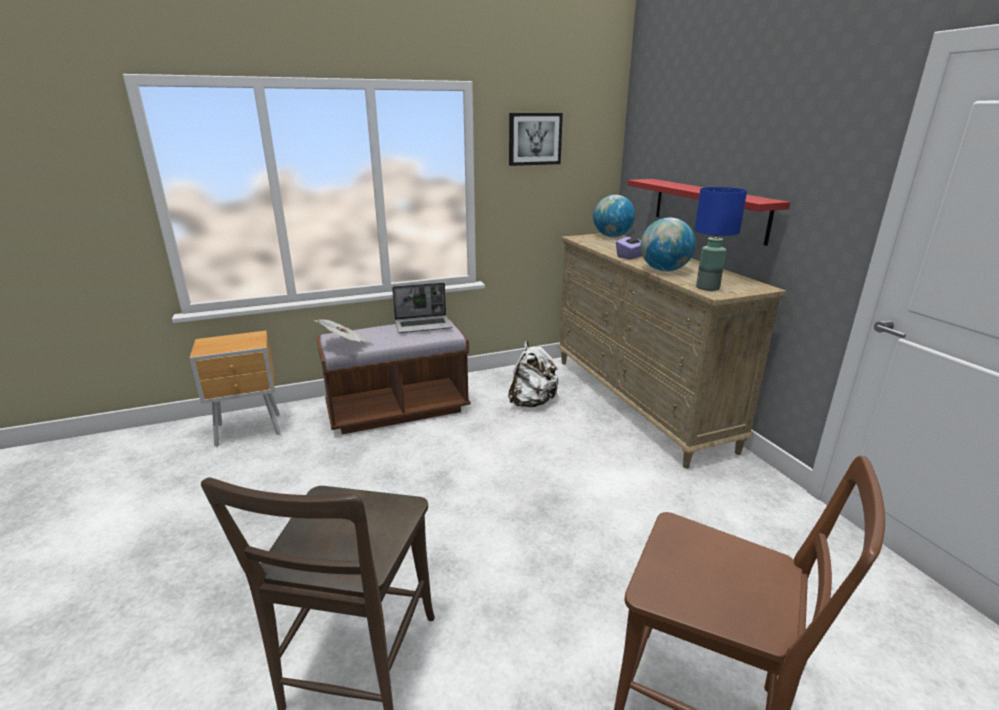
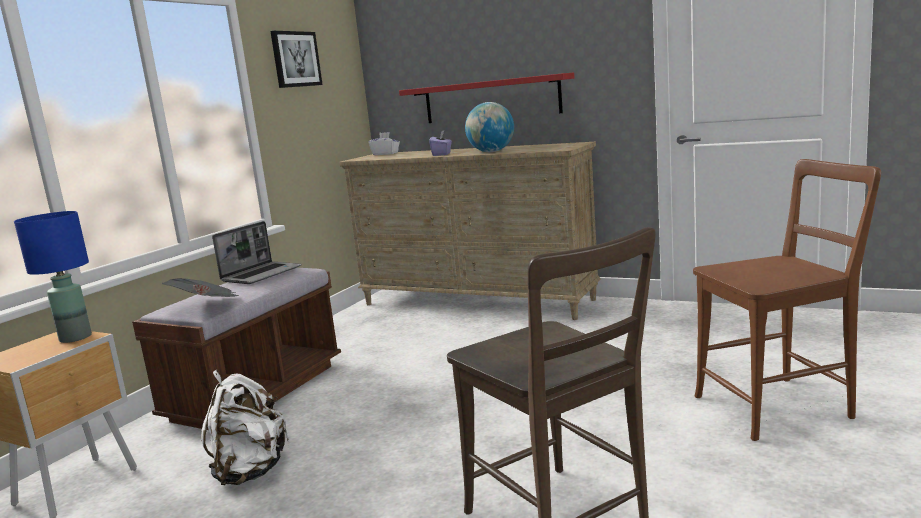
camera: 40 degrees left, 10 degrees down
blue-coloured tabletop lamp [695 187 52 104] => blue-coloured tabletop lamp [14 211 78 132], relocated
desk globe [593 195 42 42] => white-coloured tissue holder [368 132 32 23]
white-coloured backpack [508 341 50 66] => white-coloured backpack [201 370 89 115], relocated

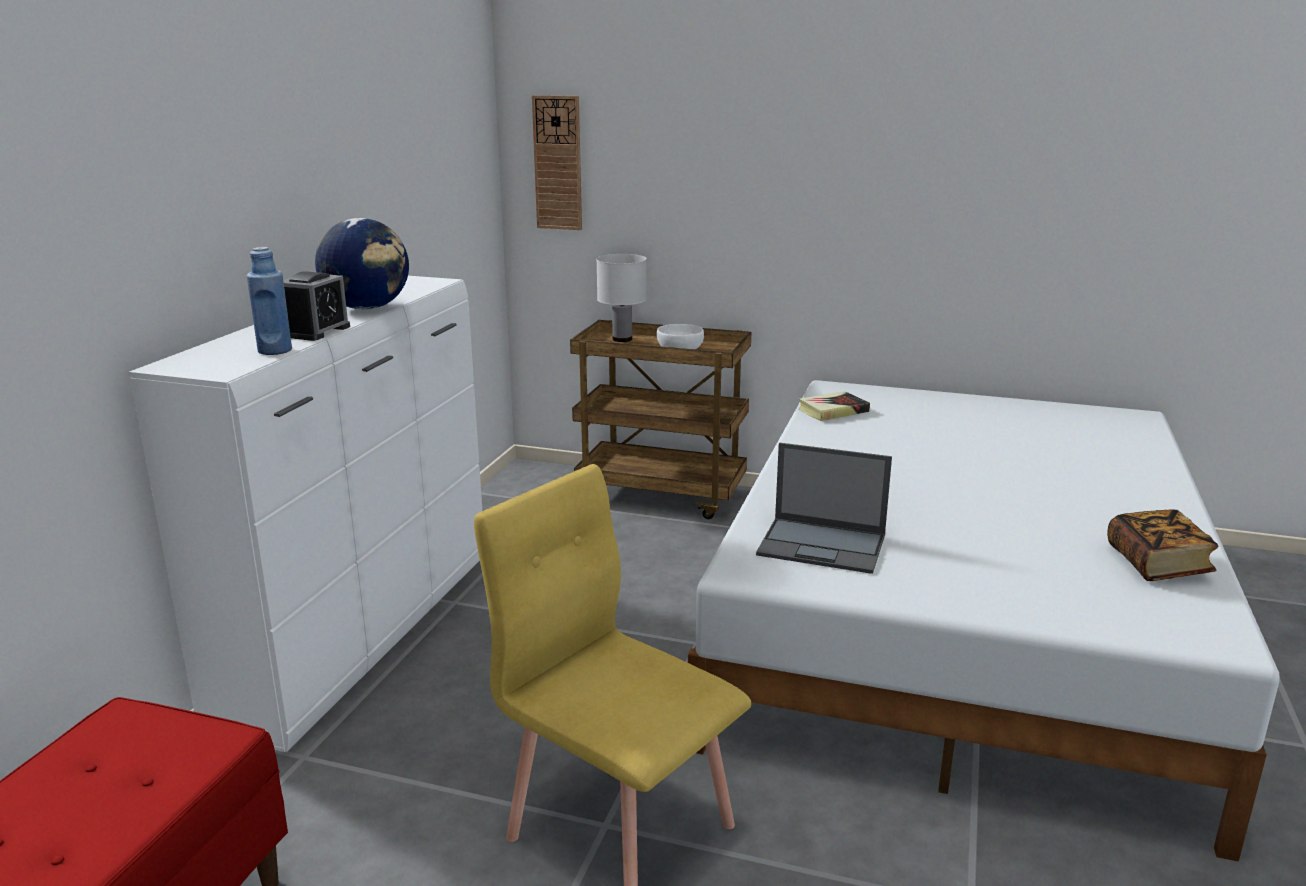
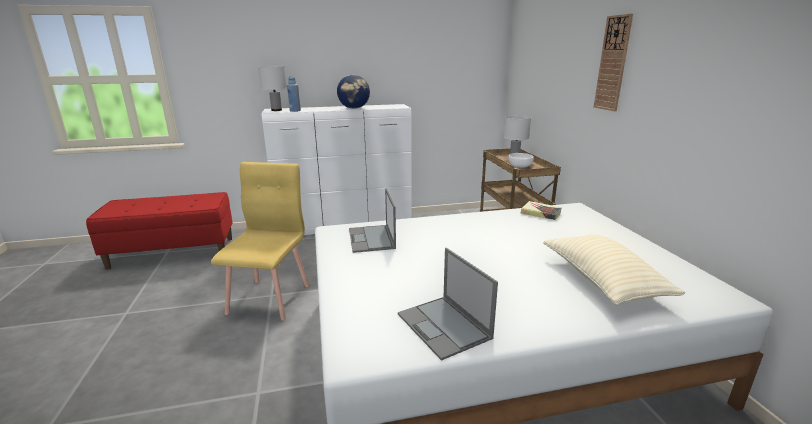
camera: 60 degrees right, 0 degrees up
hanging clock [532 95 50 135] => hanging clock [594 13 39 98], relocated
alarm clock [283 271 67 70] => nothing
book [1107 510 112 71] => portable computer [398 248 100 113]
nothing => white-coloured tabletop lamp [258 66 29 45]
nothing => beige throw pillow [543 234 142 71]

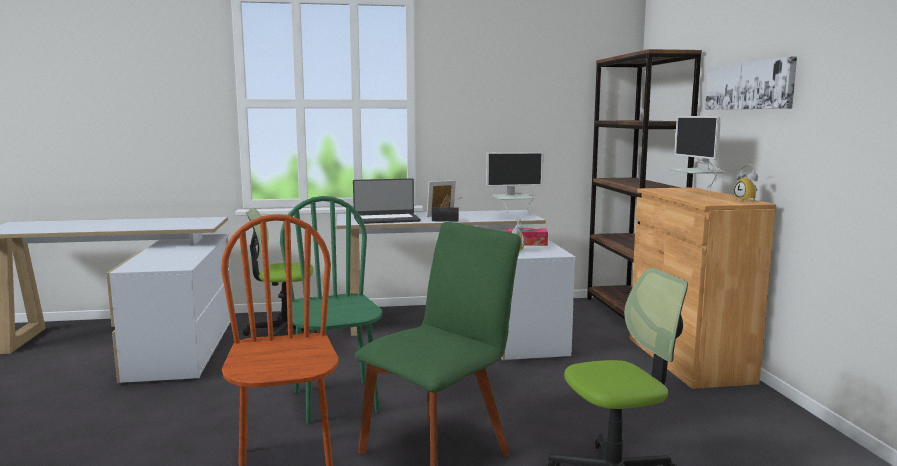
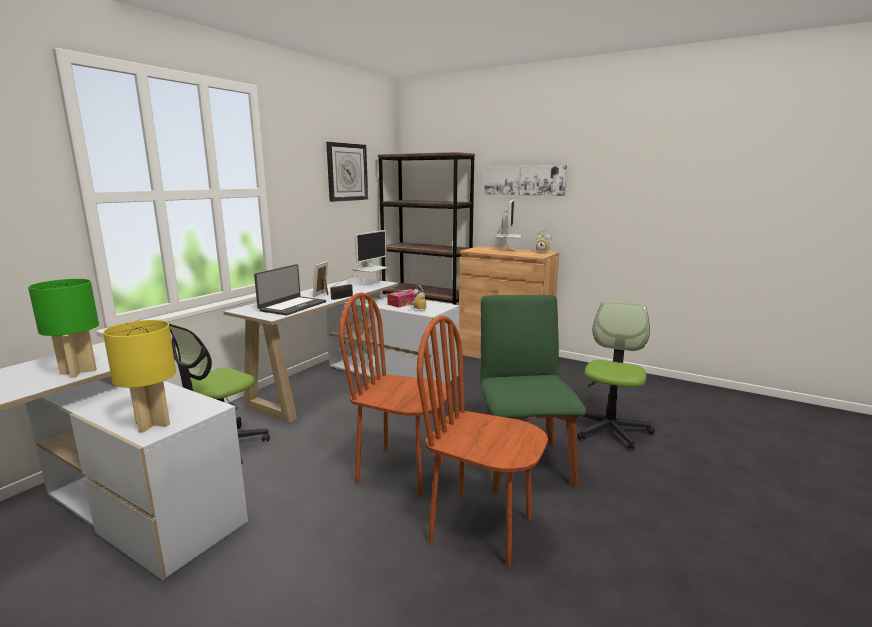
camera: 50 degrees left, 5 degrees up
computer display [669 116 56 82] => computer display [491 200 30 50], 105 degrees counterclockwise
green chair [280 196 102 227] => brownish chair [339 292 113 205]
nothing => hanging clock [326 142 42 60]
nothing => green tabletop lamp [28 279 71 99]
nothing => yellow tabletop lamp [103 320 73 112]

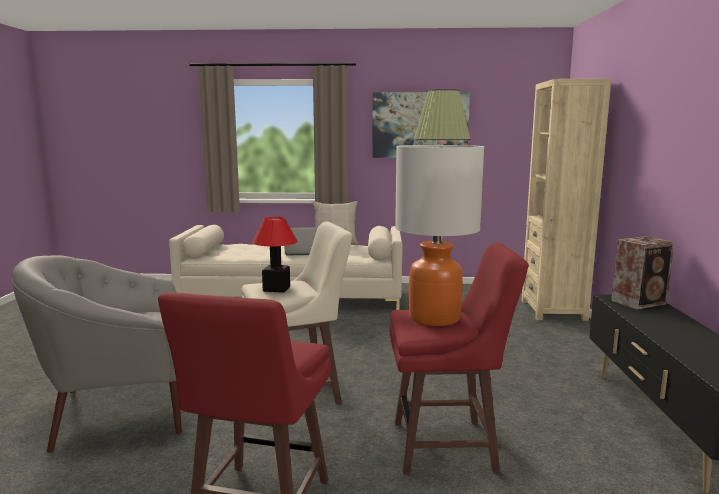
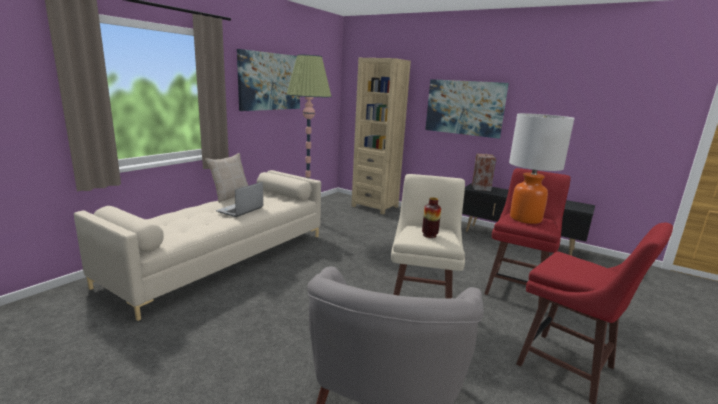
camera: 60 degrees left, 5 degrees up
tabletop lamp [252 217 46 76] => flower vase [422 198 19 40]
nothing => picture [425 79 84 60]

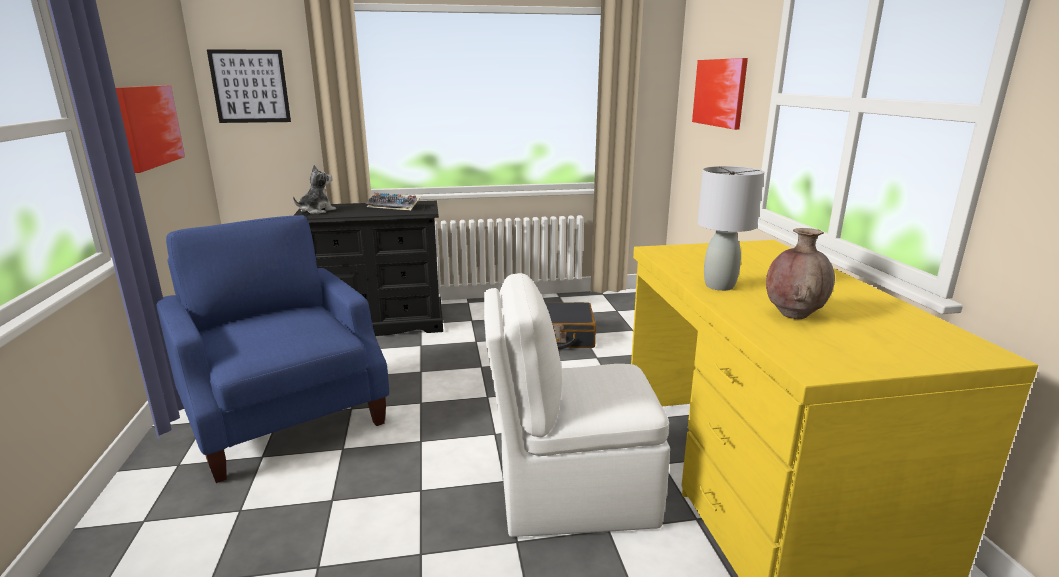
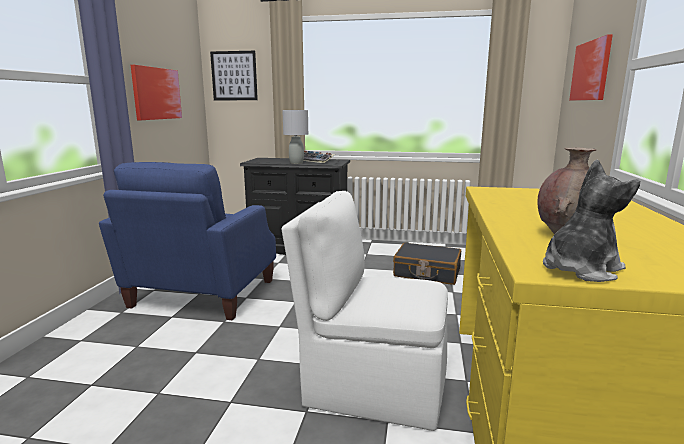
camera: 20 degrees right, 5 degrees down
cuddly toy [293 164 43 50] => cuddly toy [543 159 97 123], relocated
gray tabletop lamp [697 166 67 125] => gray tabletop lamp [282 110 26 54], relocated
blue-coloured easy chair [157 215 232 268] => blue-coloured easy chair [99 162 177 158], 150 degrees counterclockwise

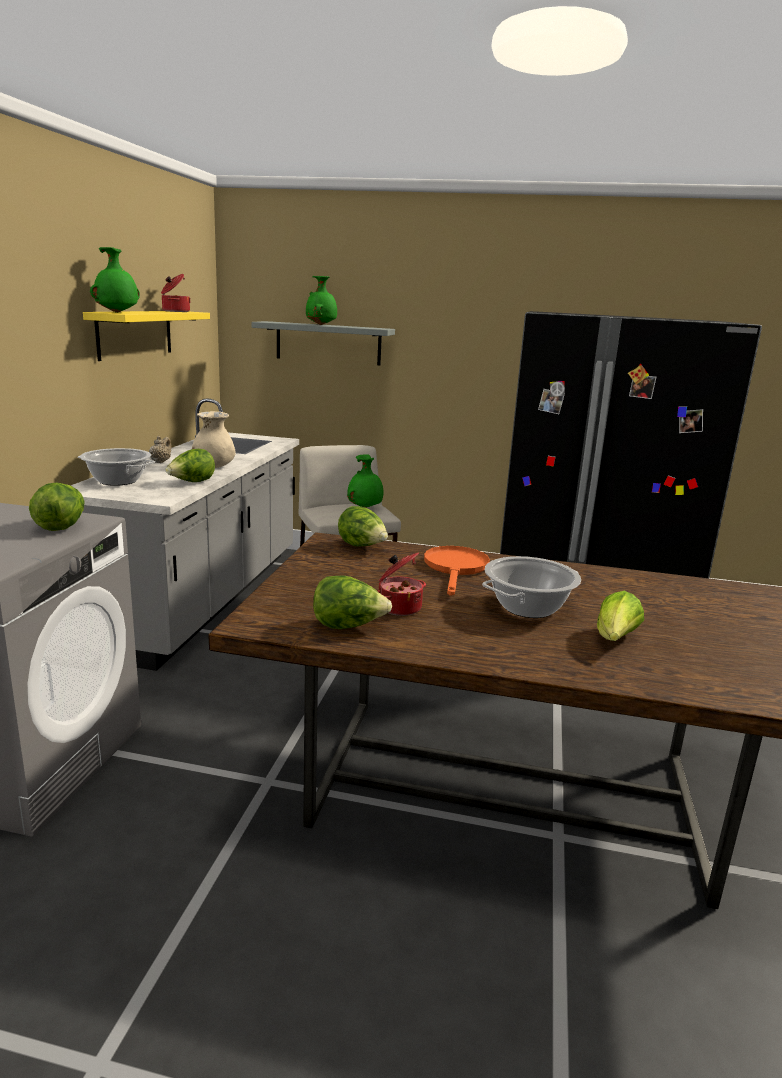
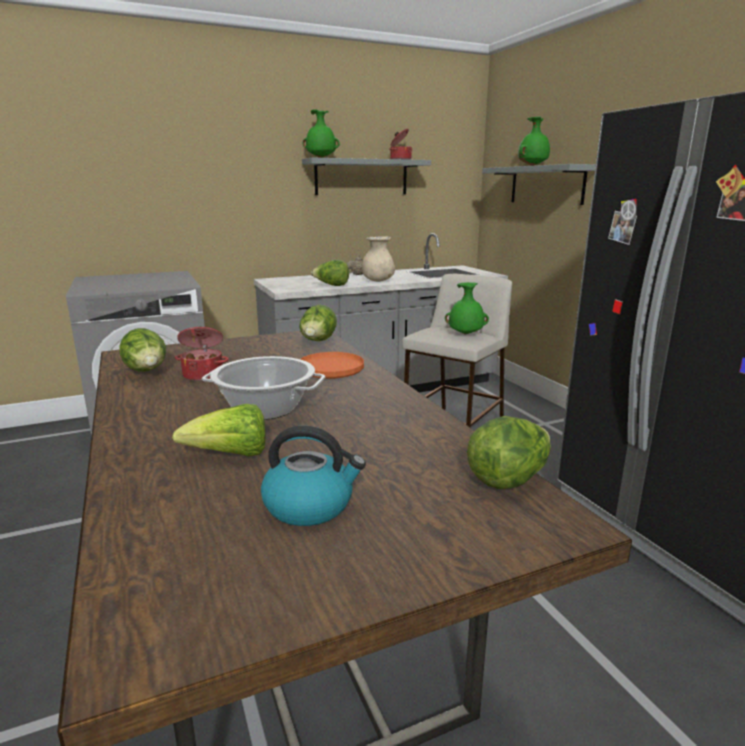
camera: 55 degrees right, 0 degrees up
yellow shelf [83 311 127 50] => gray shelf [302 158 129 37]
saucepot [78 448 77 38] => nothing
lettuce head [29 482 56 49] => lettuce head [467 416 84 73], relocated
nothing => kettle [261 426 105 100]

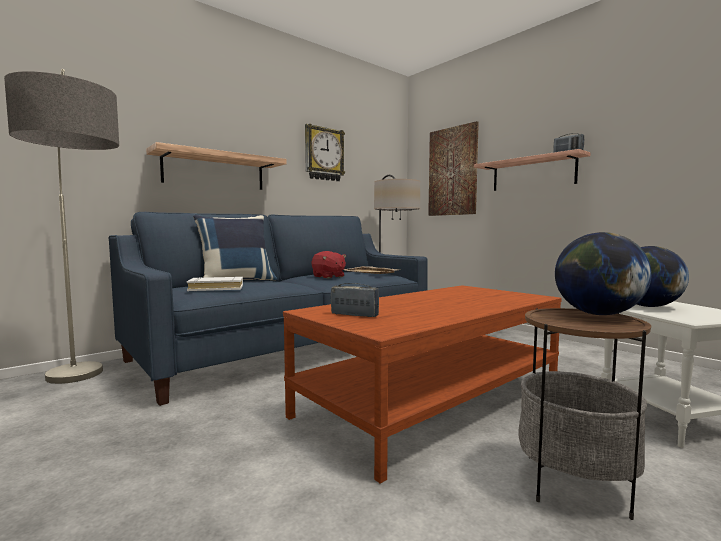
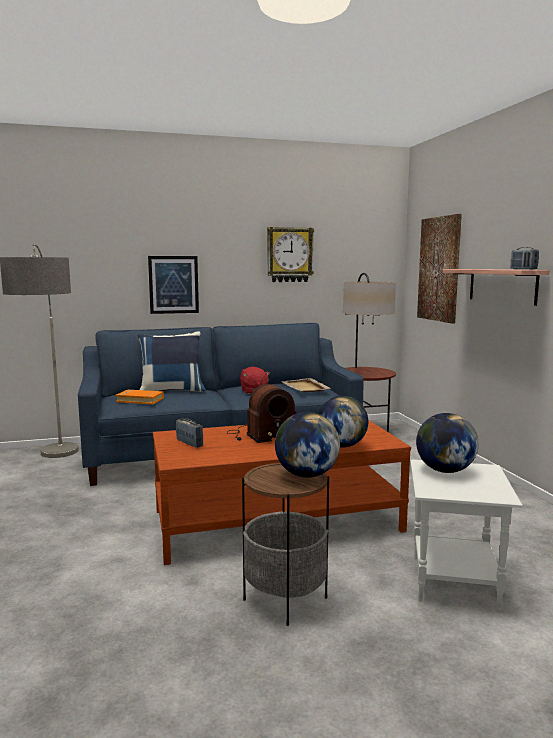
camera: 25 degrees right, 5 degrees up
shelf [146 142 141 48] => picture [148 256 51 58]
white-coloured book [187 277 56 14] => orange book [116 389 48 15]
nothing => radio set [227 384 69 59]
nothing => desk globe [318 396 50 51]

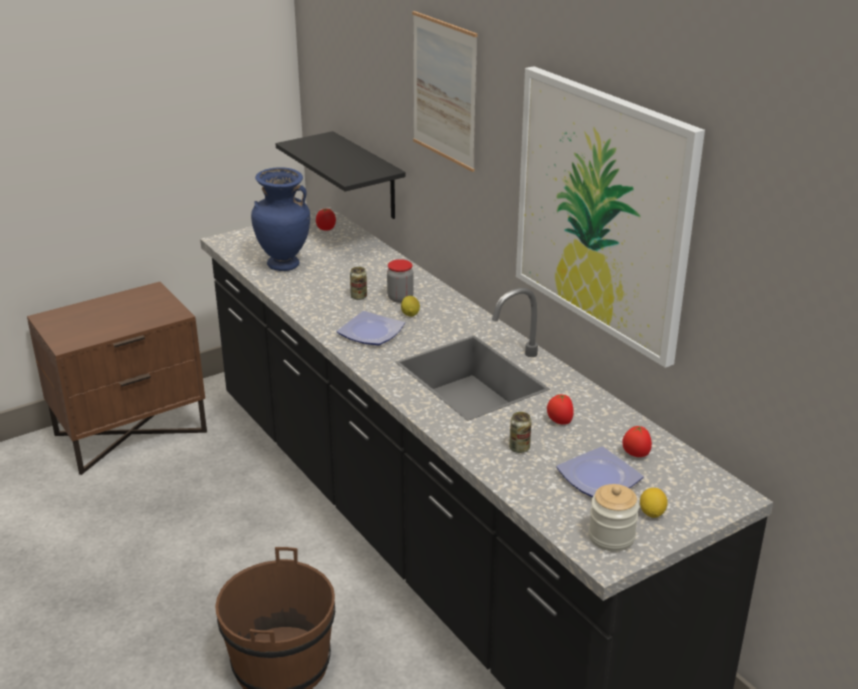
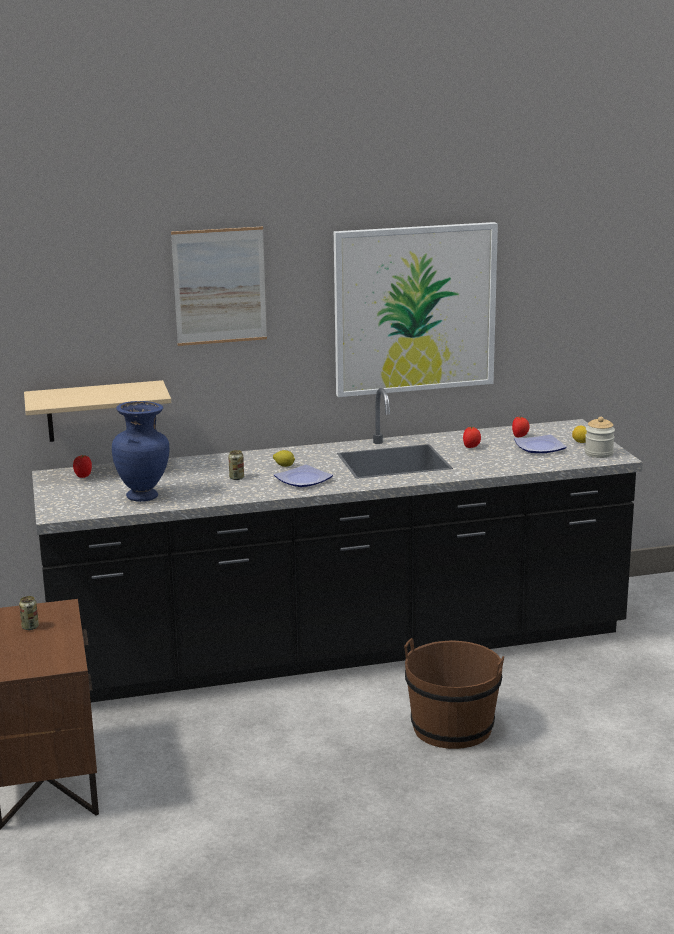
camera: 70 degrees left, 10 degrees down
black-coloured shelf [276 131 130 88] => beige shelf [24 380 147 62]
storage jar [387 259 27 44] => nothing
can [509 412 23 41] => can [19 596 20 34], relocated

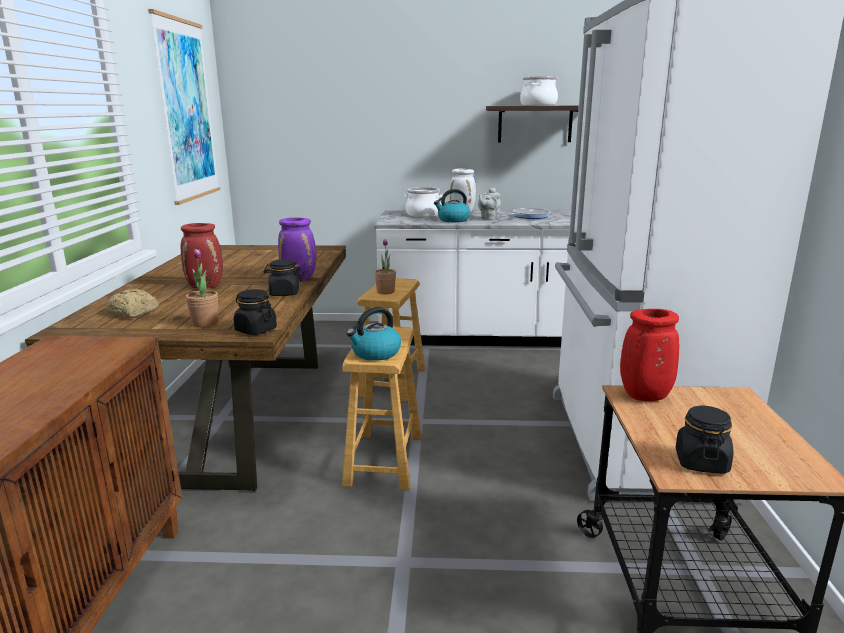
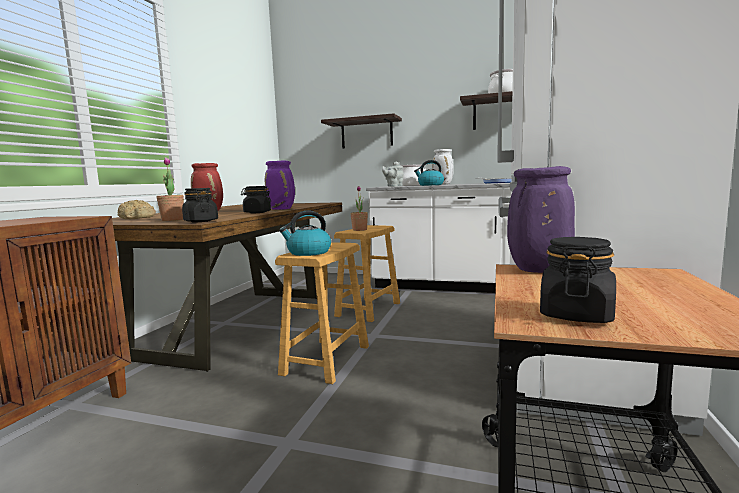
camera: 15 degrees right, 10 degrees down
picture [148 9 73 196] => nothing
gray pot for tea [478 188 23 32] => gray pot for tea [382 162 22 25], relocated
reddish flower vase [620 309 59 92] => purple-coloured flower vase [507 166 68 107]
nothing => shelf [321 113 81 35]

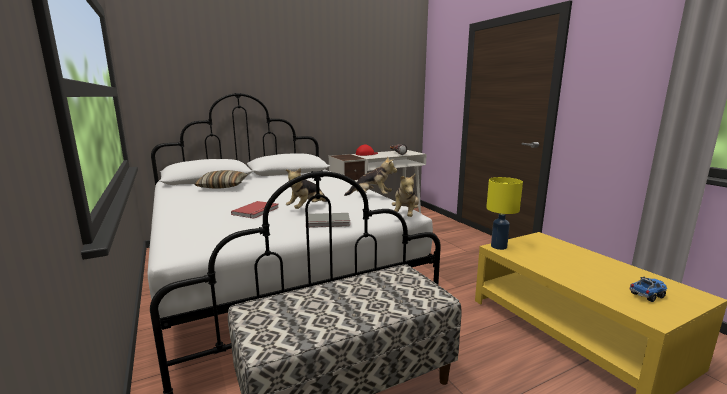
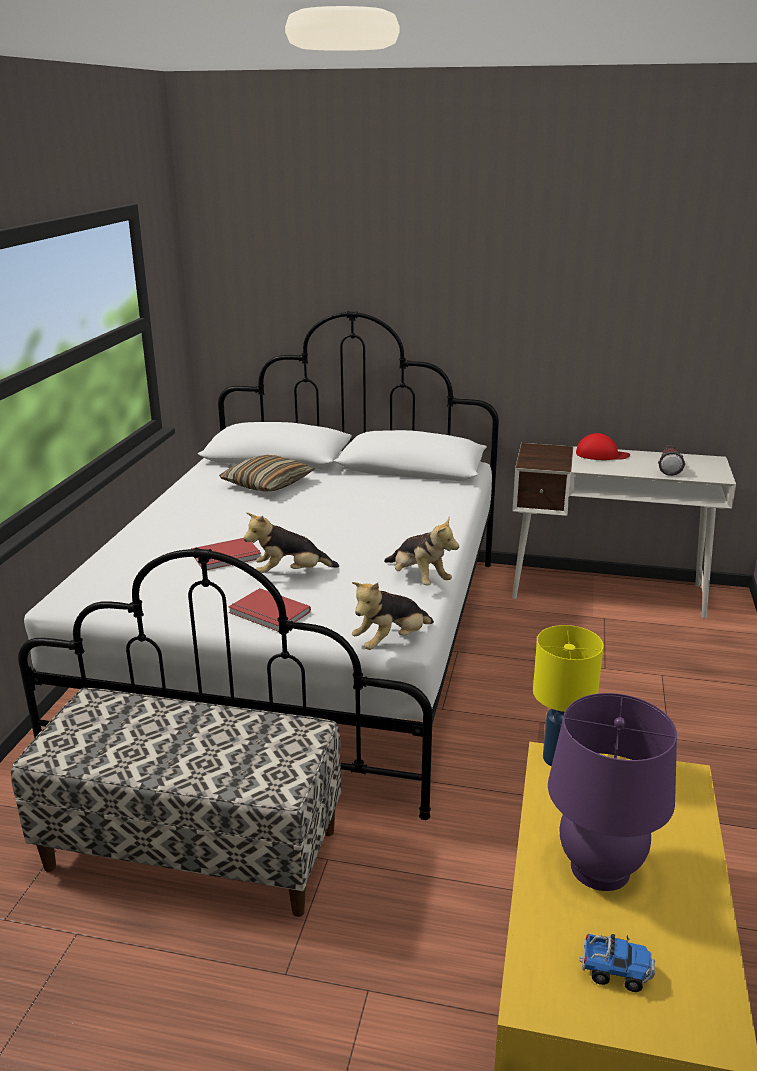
camera: 40 degrees right, 10 degrees up
gray book [308 213 42 15] => reddish book [229 588 82 43]
nothing => purple-coloured tabletop lamp [548 693 129 198]

